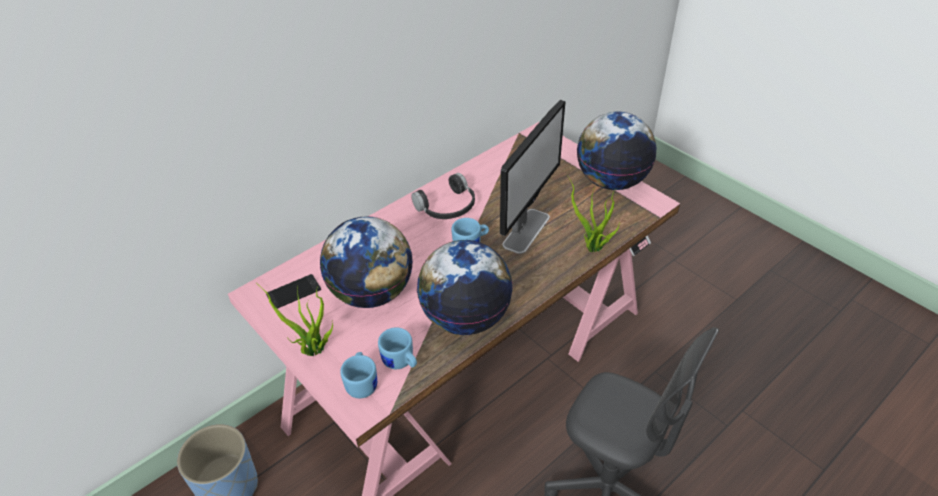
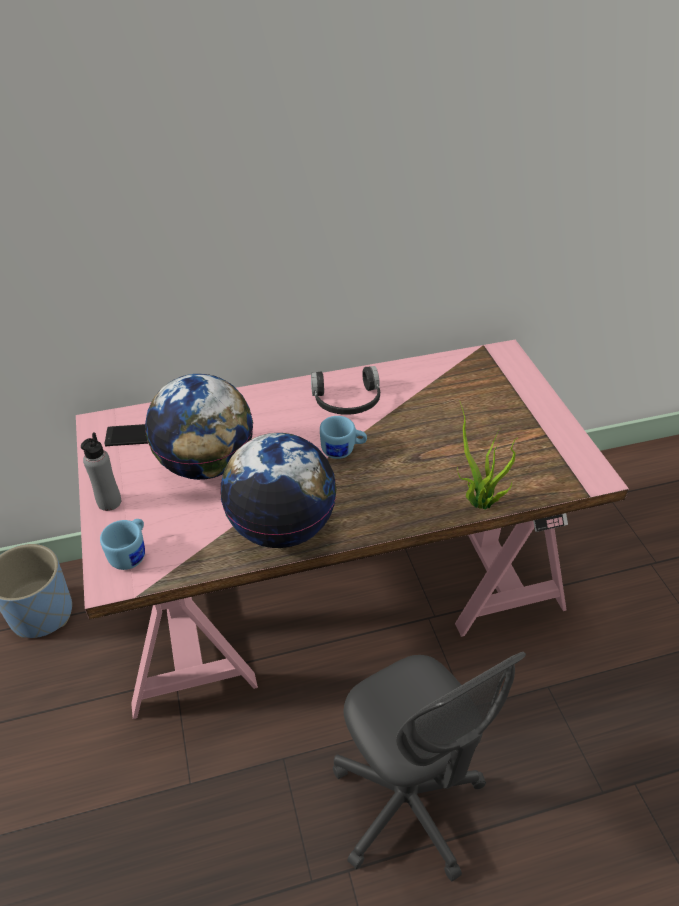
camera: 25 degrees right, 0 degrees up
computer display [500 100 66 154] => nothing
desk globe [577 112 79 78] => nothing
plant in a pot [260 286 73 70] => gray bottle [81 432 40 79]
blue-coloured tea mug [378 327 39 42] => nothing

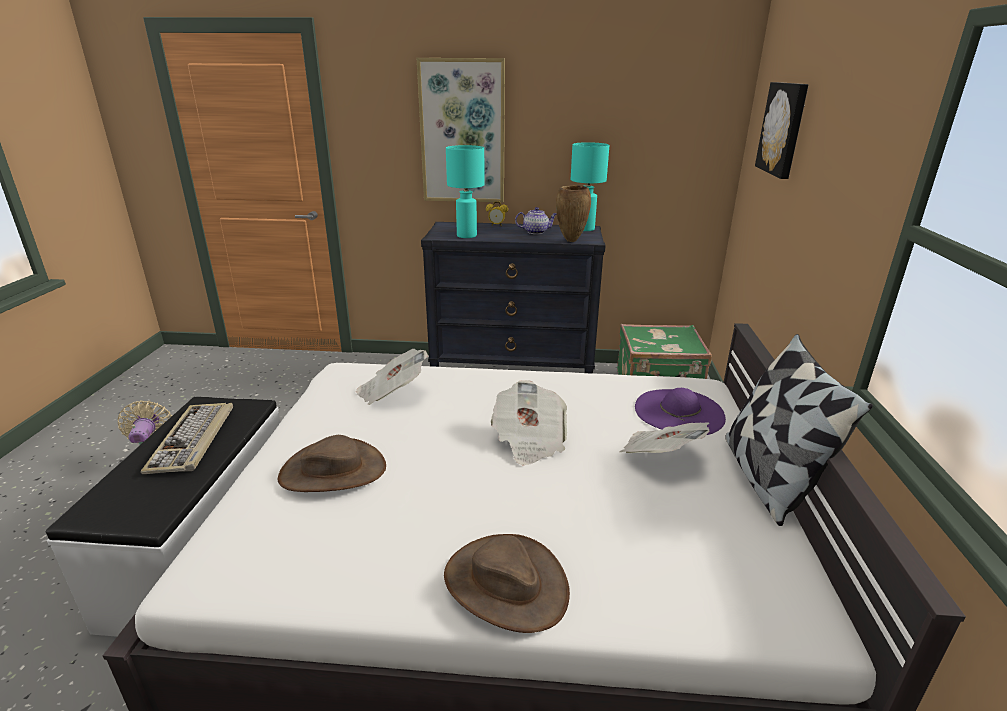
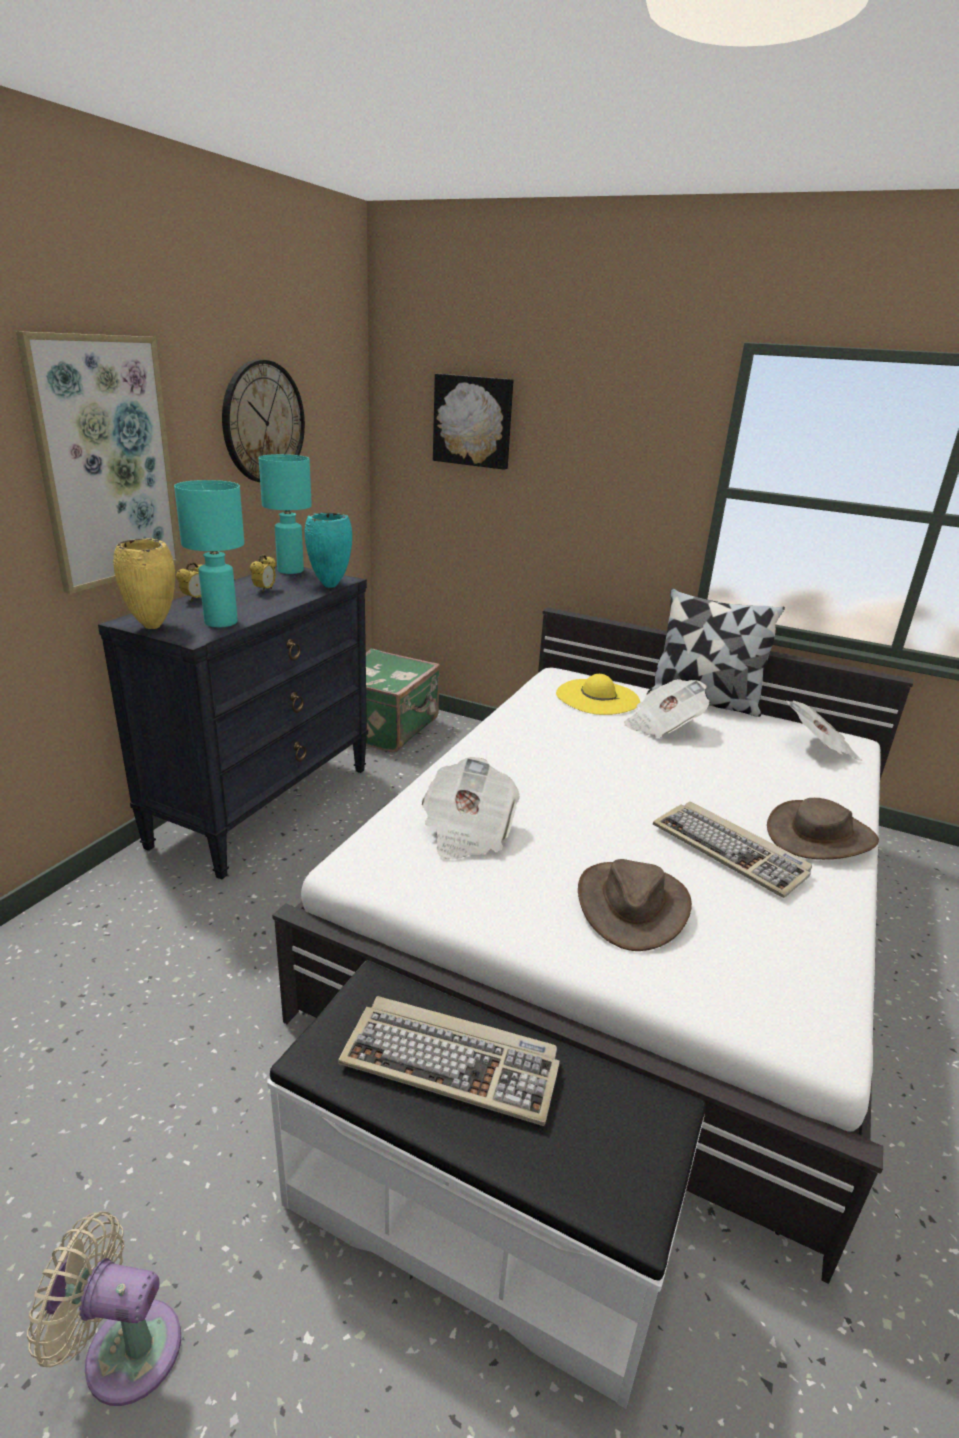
camera: 70 degrees left, 0 degrees up
brownish flower vase [556 185 35 57] => blue-green flower vase [305 513 47 75]
pot for tea [515 207 42 27] => alarm clock [250 554 26 39]
printed paper [490 380 77 85] => printed paper [786 701 77 60], relocated
purple-coloured hat [635 388 91 47] => yellow hat [556 674 84 41]
nothing => hanging clock [222 359 83 123]
nothing => yellow flower vase [113 539 62 90]
nothing => computer keyboard [653 801 159 97]

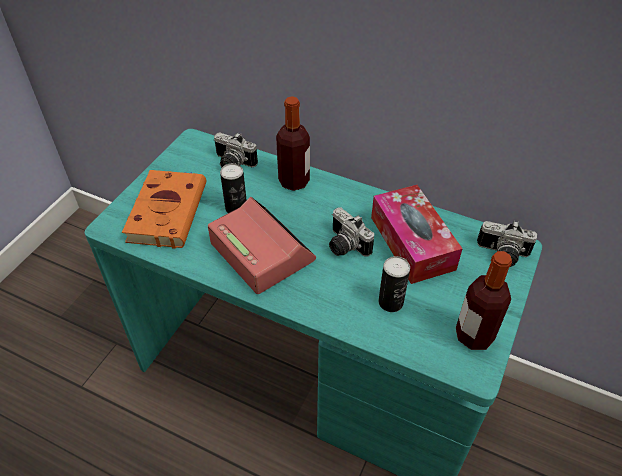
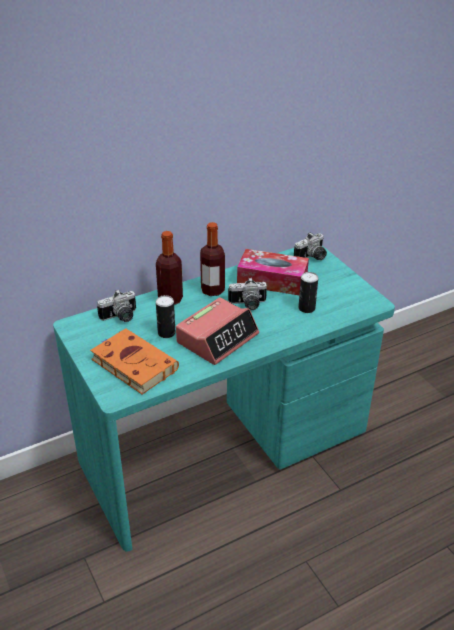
camera: 55 degrees left, 10 degrees down
alarm clock [208 197 108 97] => alarm clock [176 297 83 68], 135 degrees clockwise
bottle [456 251 56 99] => bottle [200 222 25 74], relocated

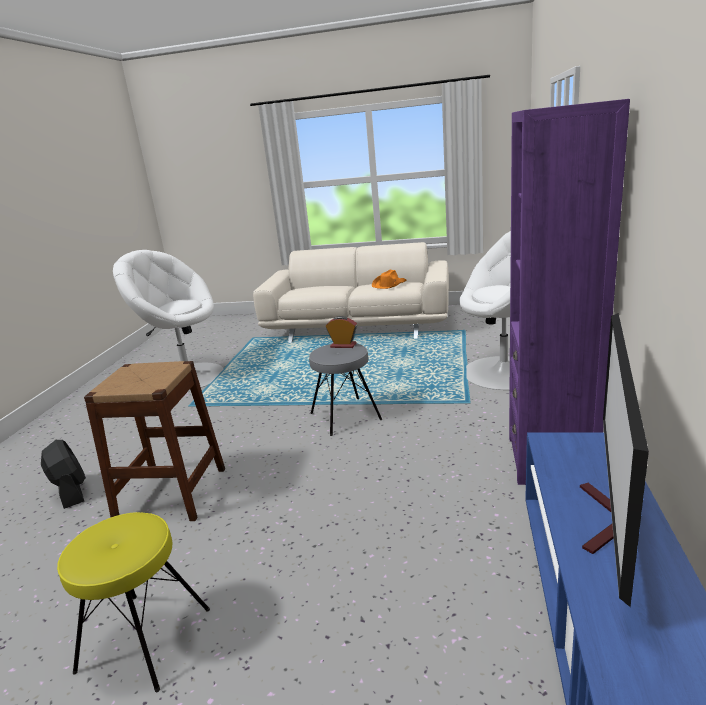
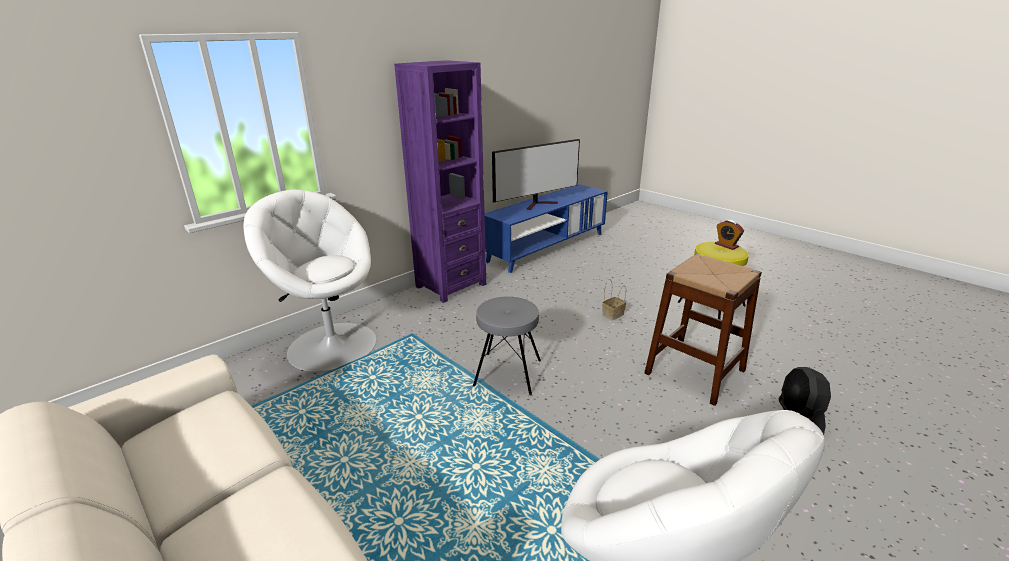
camera: 145 degrees left, 5 degrees up
orange hat [372 270 35 19] => nothing
alarm clock [326 316 31 32] => alarm clock [715 220 29 30], relocated
nothing => storage basket [602 279 24 41]

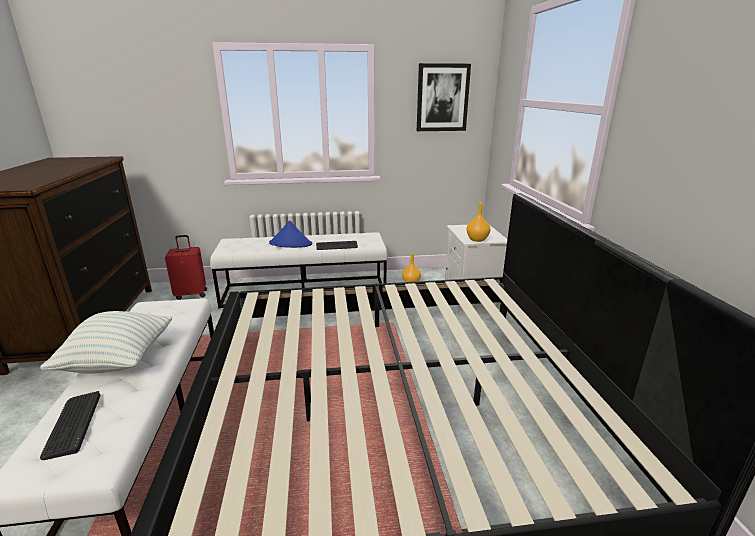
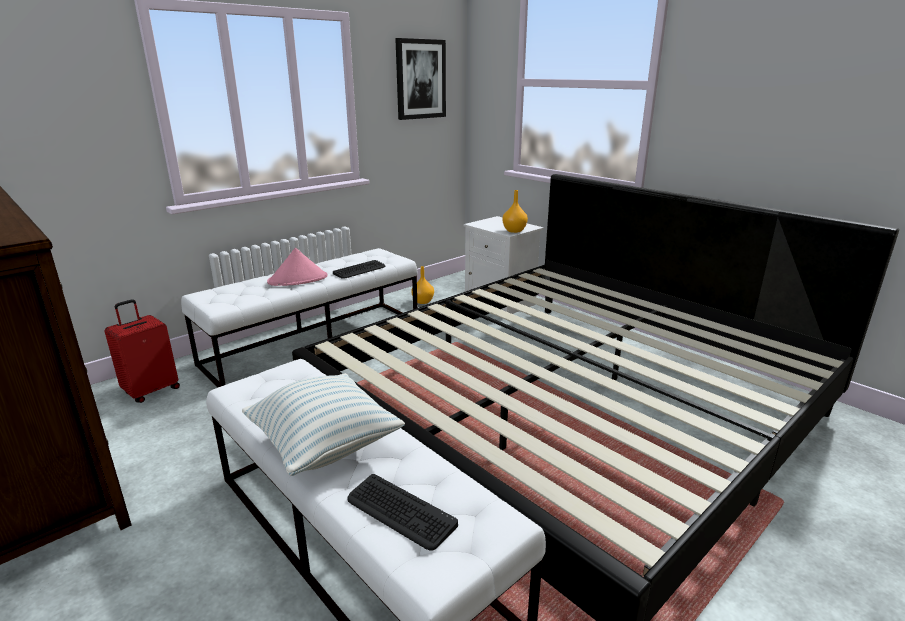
camera: 35 degrees left, 0 degrees up
blue-coloured hat [269 220 43 28] => pink hat [267 248 61 38]

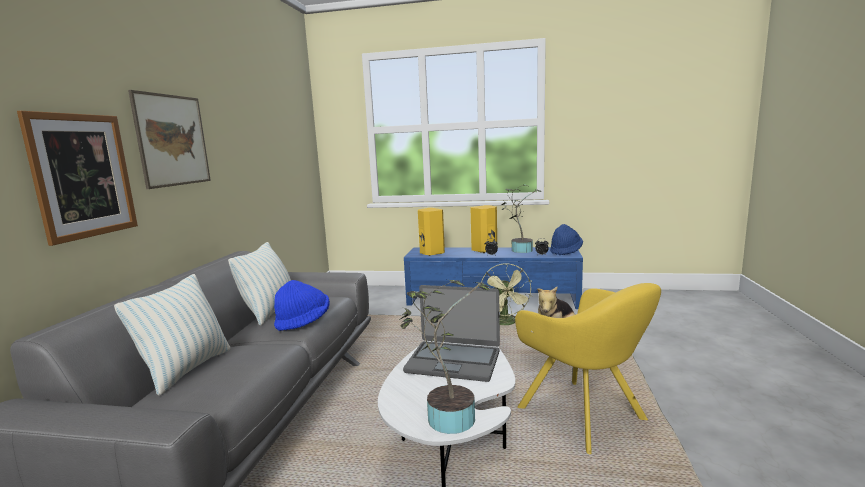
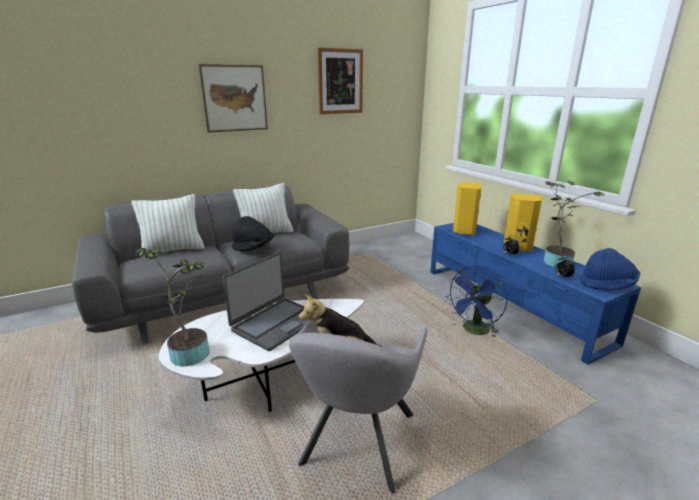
camera: 50 degrees right, 10 degrees up
picture [17 111 121 135] => picture [318 47 45 67], relocated
green electric fan [481 263 52 62] => blue-coloured electric fan [448 266 59 72]
blue-coloured hat [274 280 56 51] => black-coloured hat [232 216 42 35]
yellow easy chair [515 283 146 171] => gray easy chair [289 320 138 174]
portable computer [403 285 97 97] => portable computer [223 252 85 99], 120 degrees counterclockwise

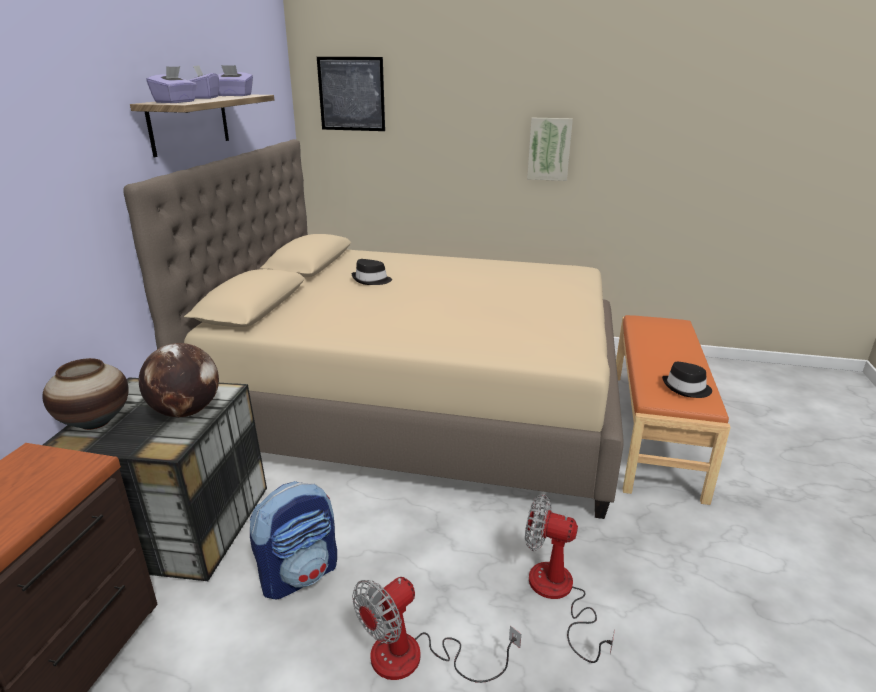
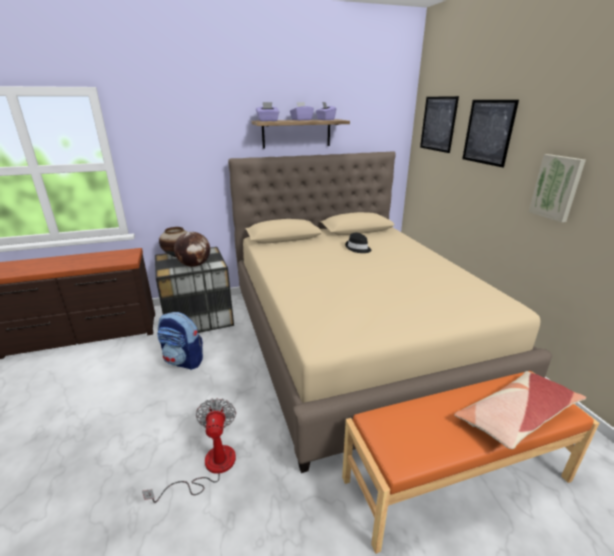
camera: 60 degrees right, 0 degrees up
black-coloured hat [662 362 50 36] => nothing
electric fan [352 577 169 106] => nothing
nothing => picture [462 100 57 67]
nothing => throw pillow [454 371 132 78]

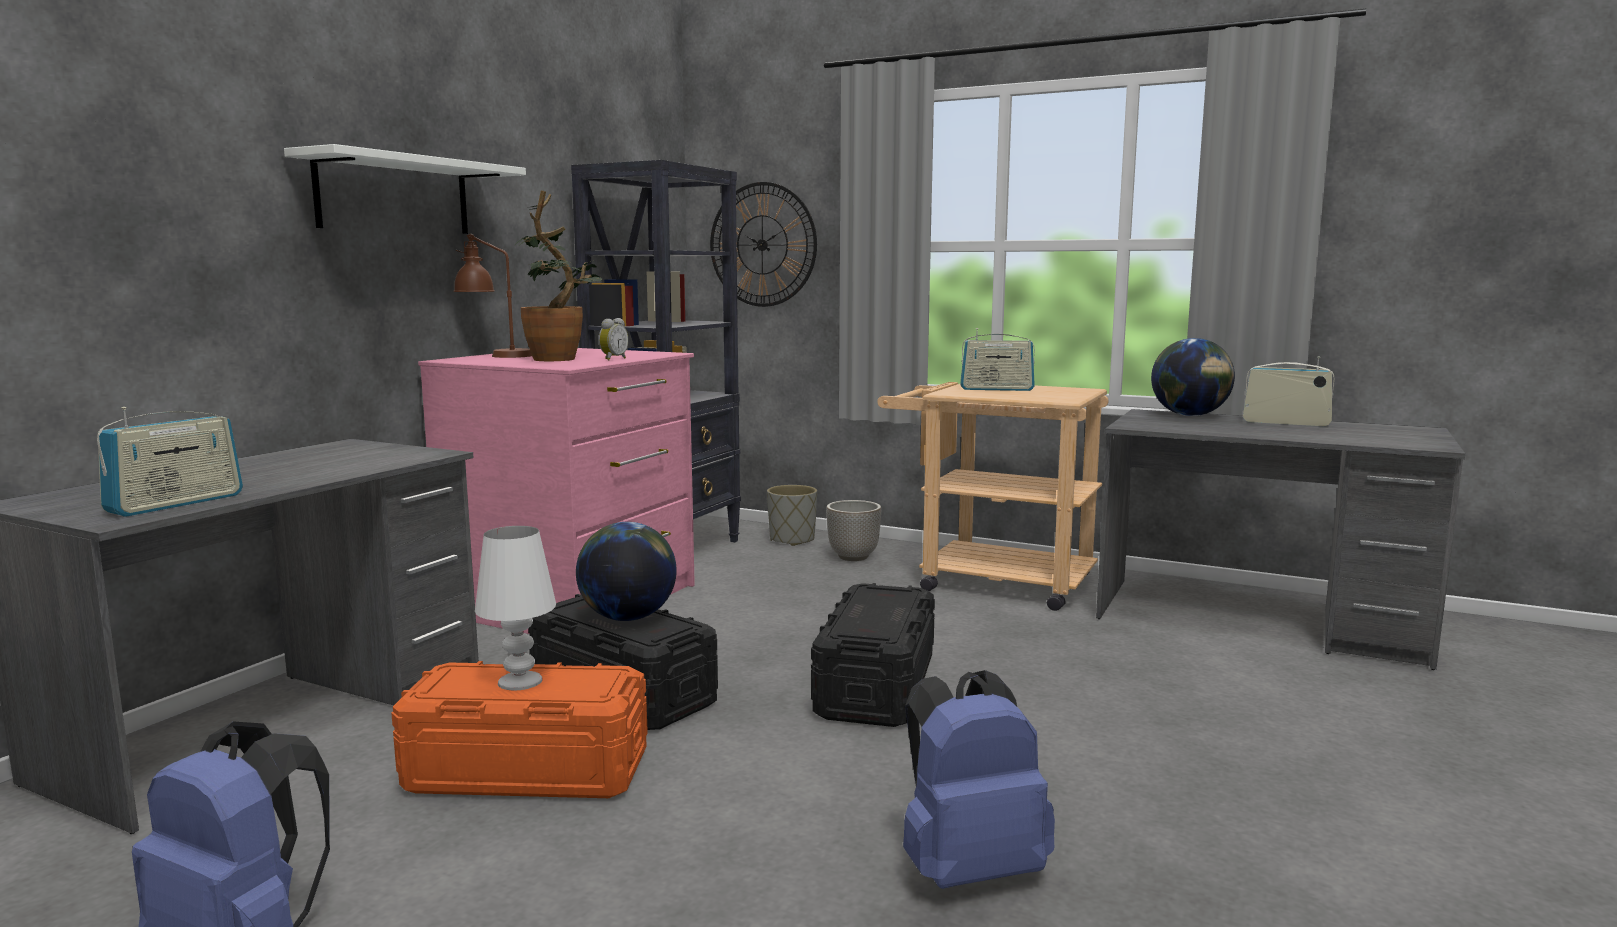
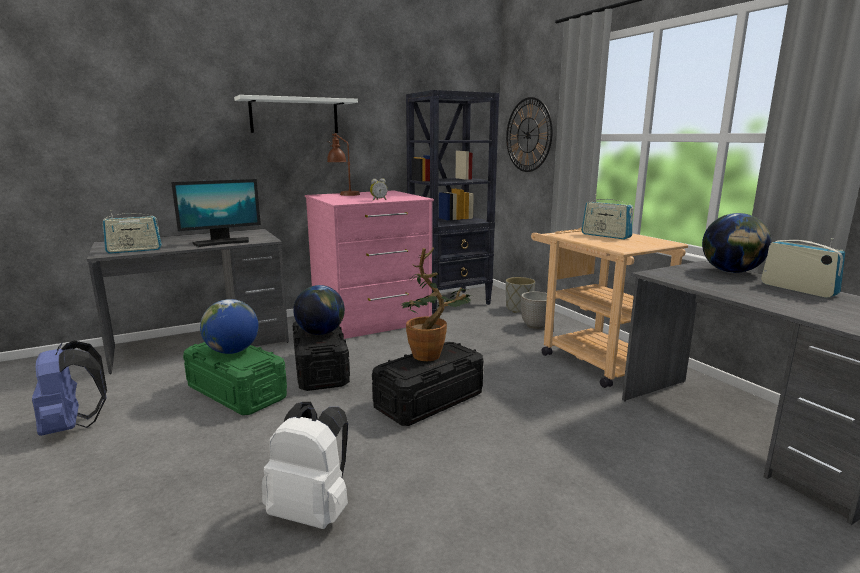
camera: 35 degrees right, 5 degrees up
plant in a pot [516 190 87 171] => plant in a pot [400 248 72 113], relocated
white-coloured tabletop lamp [475 526 81 165] => desk globe [200 299 59 55]
orange storage container [391 661 257 137] => green storage container [183 342 104 73]
blue-coloured backpack [903 670 152 219] => white-coloured backpack [261 402 87 127]
nothing => computer display [171 179 90 68]

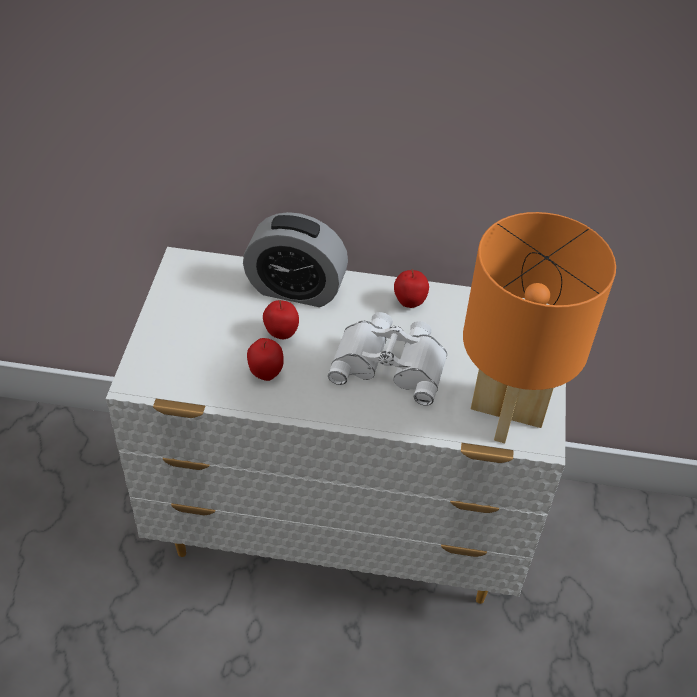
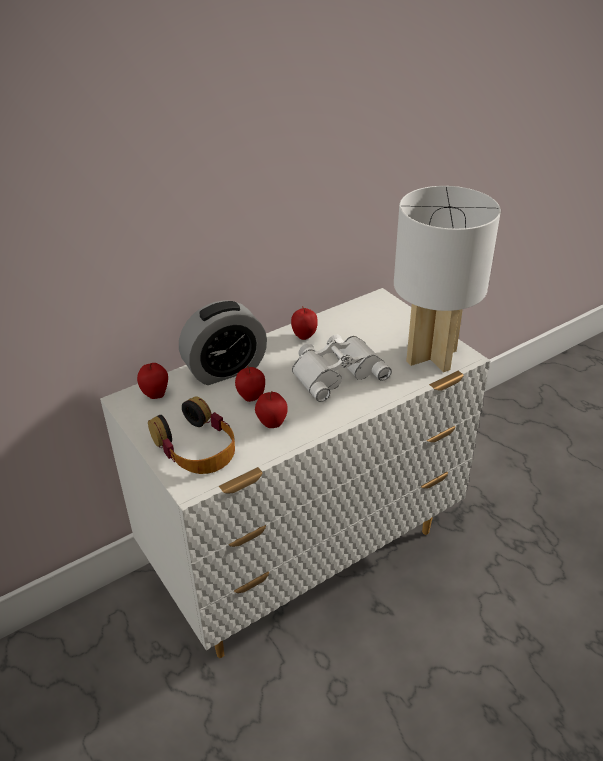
camera: 40 degrees left, 10 degrees down
orange tabletop lamp [463 212 153 231] => white-coloured tabletop lamp [394 186 107 186]
nothing => apple [137 363 31 36]
nothing => headphones [148 396 87 78]

